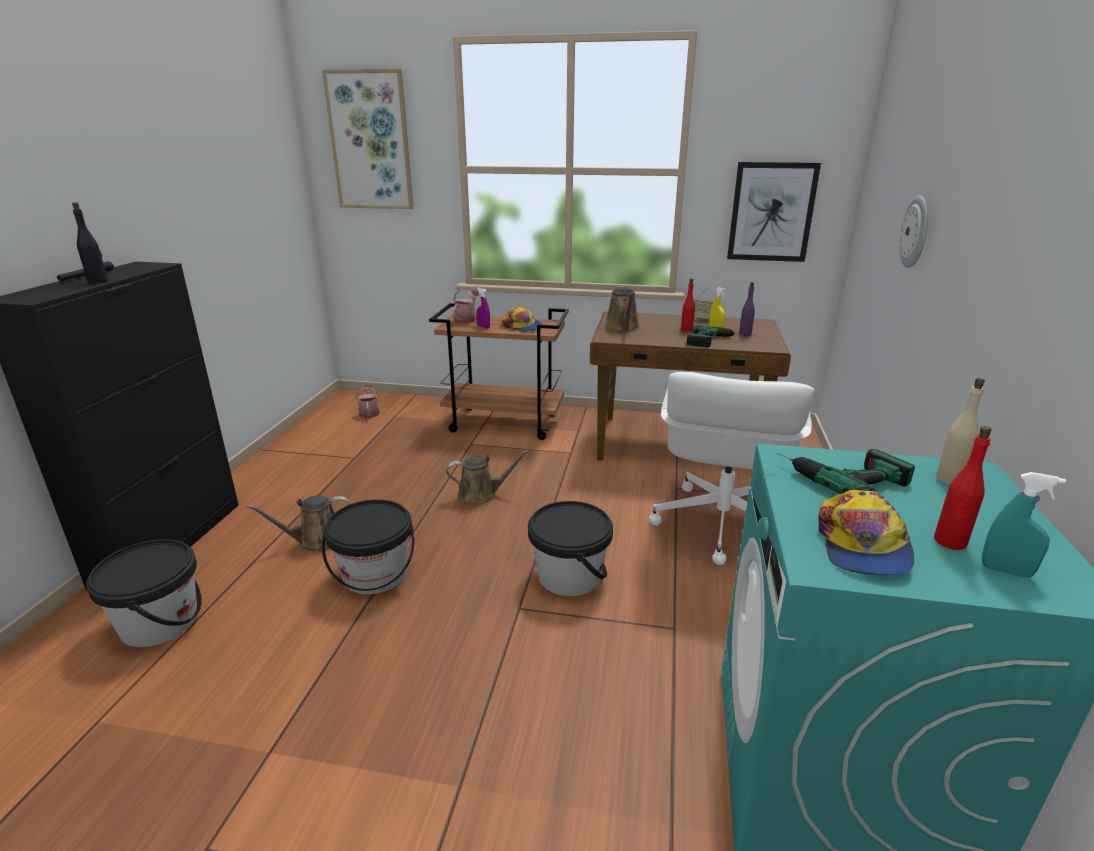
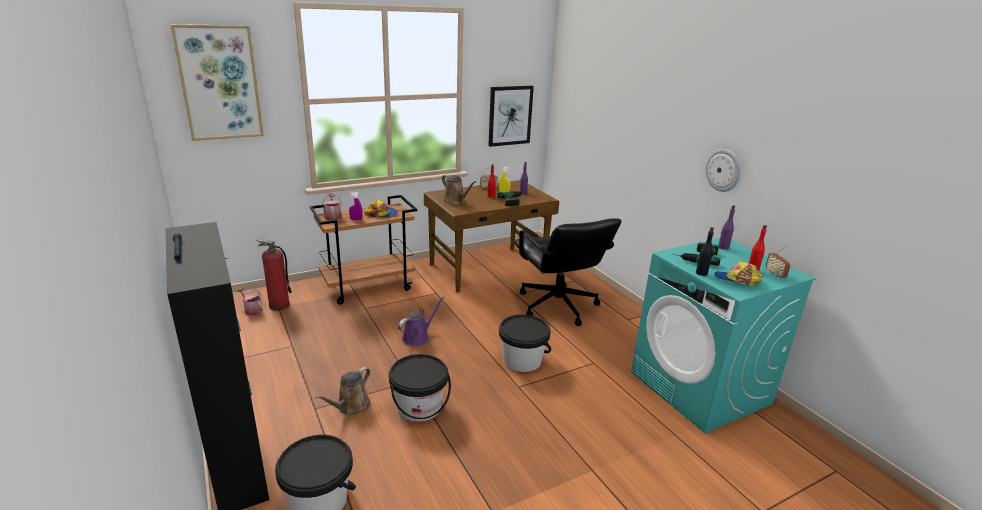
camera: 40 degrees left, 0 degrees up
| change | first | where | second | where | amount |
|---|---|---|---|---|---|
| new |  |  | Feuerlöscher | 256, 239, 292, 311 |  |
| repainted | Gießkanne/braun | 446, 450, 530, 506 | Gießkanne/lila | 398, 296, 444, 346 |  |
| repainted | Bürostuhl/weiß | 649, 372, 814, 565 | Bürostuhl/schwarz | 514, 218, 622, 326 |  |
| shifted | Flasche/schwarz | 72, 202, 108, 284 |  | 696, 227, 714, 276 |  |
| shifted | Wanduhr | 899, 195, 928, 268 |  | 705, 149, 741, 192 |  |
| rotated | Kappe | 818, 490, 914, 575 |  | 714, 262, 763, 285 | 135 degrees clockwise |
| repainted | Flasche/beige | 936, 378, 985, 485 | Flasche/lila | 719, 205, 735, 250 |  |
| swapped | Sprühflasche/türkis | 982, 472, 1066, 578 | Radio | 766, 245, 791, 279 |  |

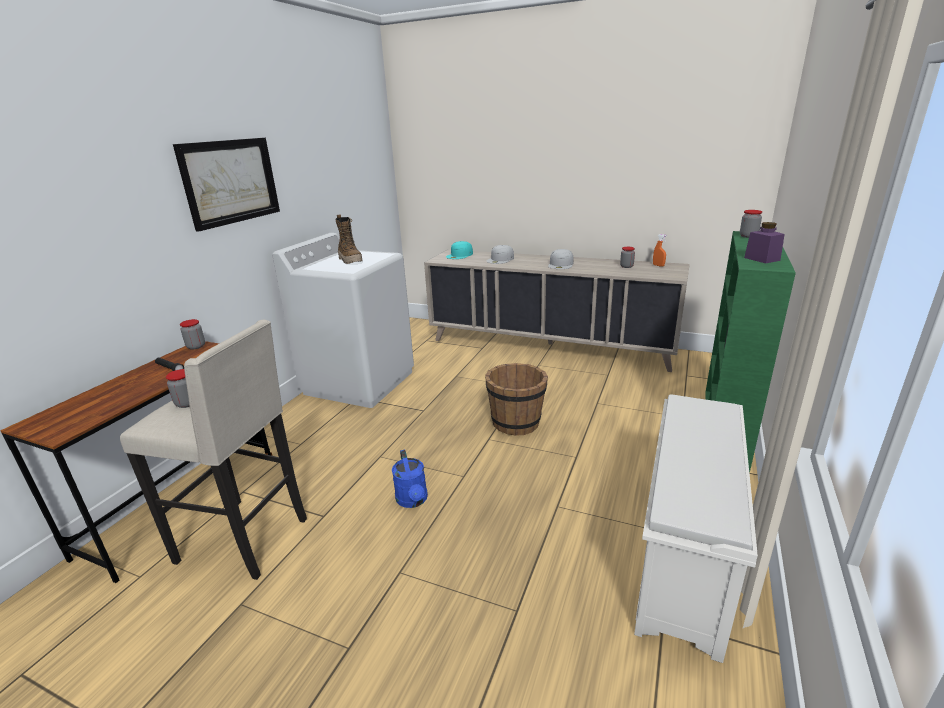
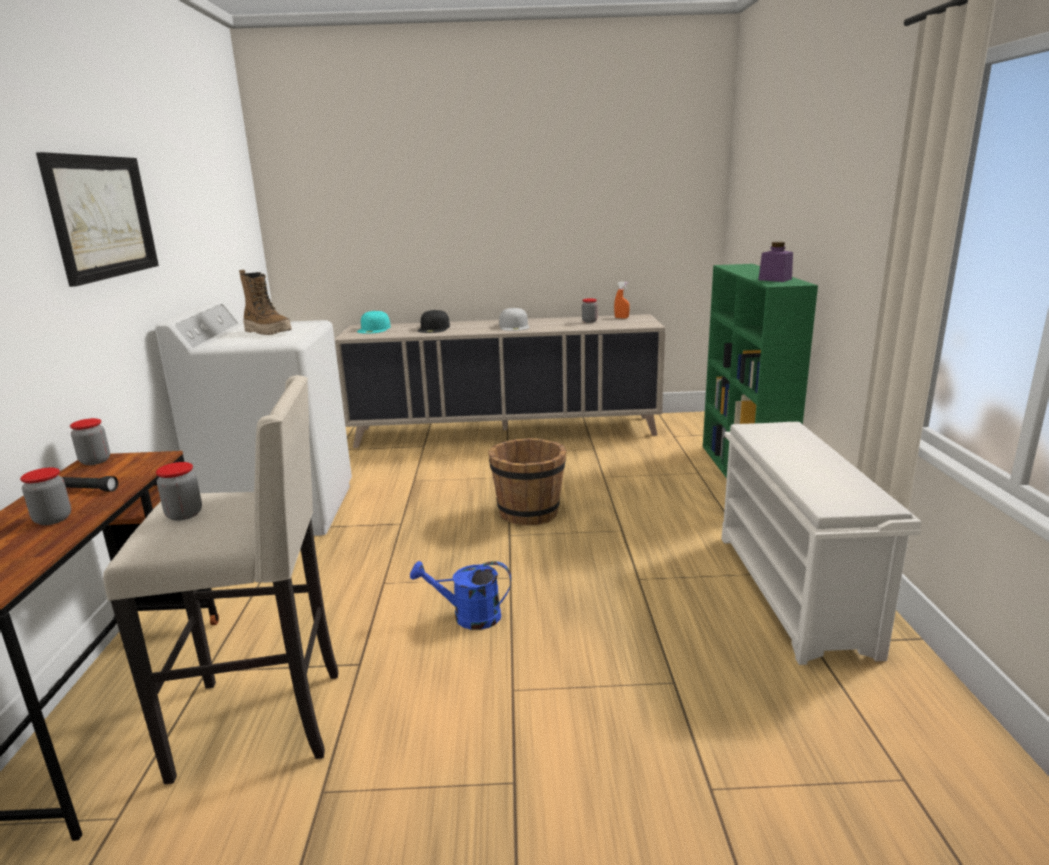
camera: 25 degrees left, 5 degrees down
| change | first | where | second | where | amount |
|---|---|---|---|---|---|
| shifted | Vorratsglas | 740, 210, 762, 238 |  | 20, 467, 71, 525 |  |
| rotated | Gießkanne/blau | 392, 449, 428, 508 |  | 410, 561, 511, 630 | 135 degrees clockwise |
| repainted | Kappe/weiß | 487, 245, 514, 264 | Kappe/schwarz | 418, 310, 450, 333 |  |

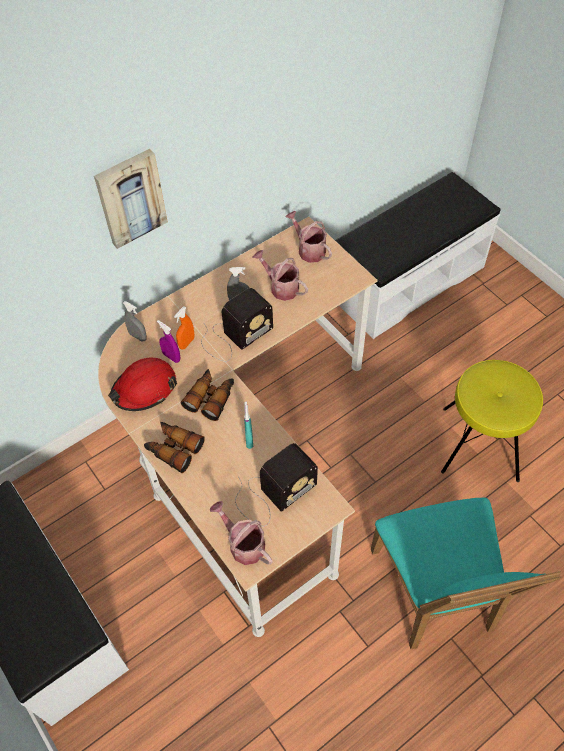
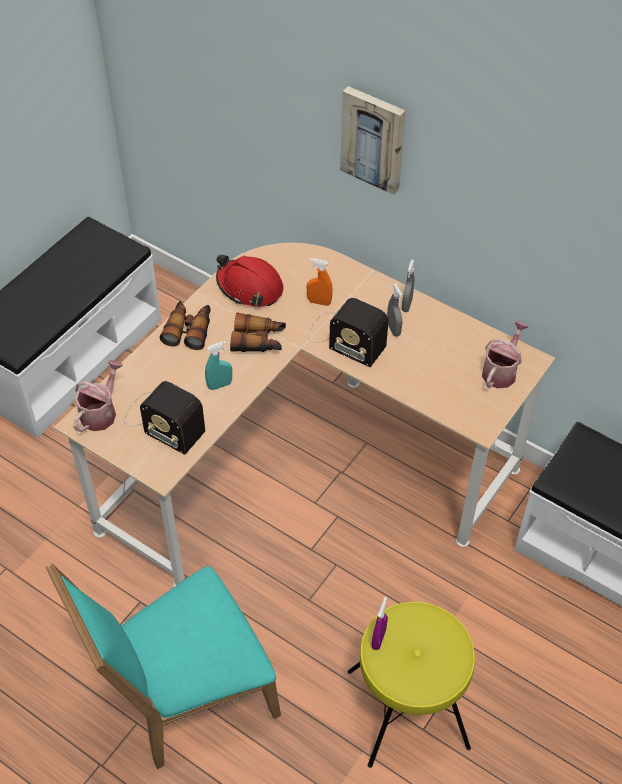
camera: 70 degrees right, 5 degrees down
| change | first | where | second | where | amount |
|---|---|---|---|---|---|
| shifted | Sprühflasche/lila | 157, 320, 180, 363 |  | 371, 597, 388, 650 |  |
| shifted | Sprühflasche/grau | 123, 301, 147, 342 |  | 402, 259, 415, 312 |  |
| gone | Gießkanne | 253, 250, 308, 301 |  |  |  |

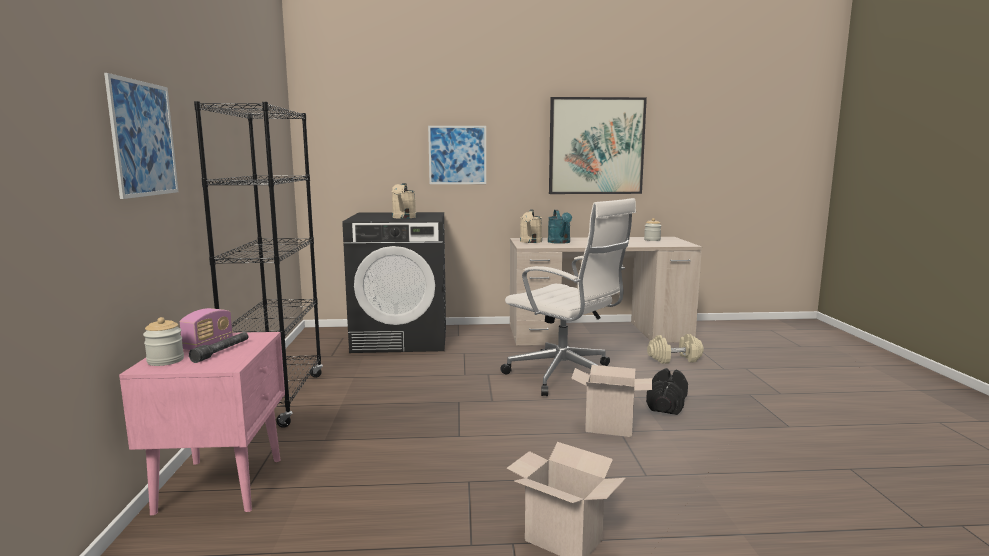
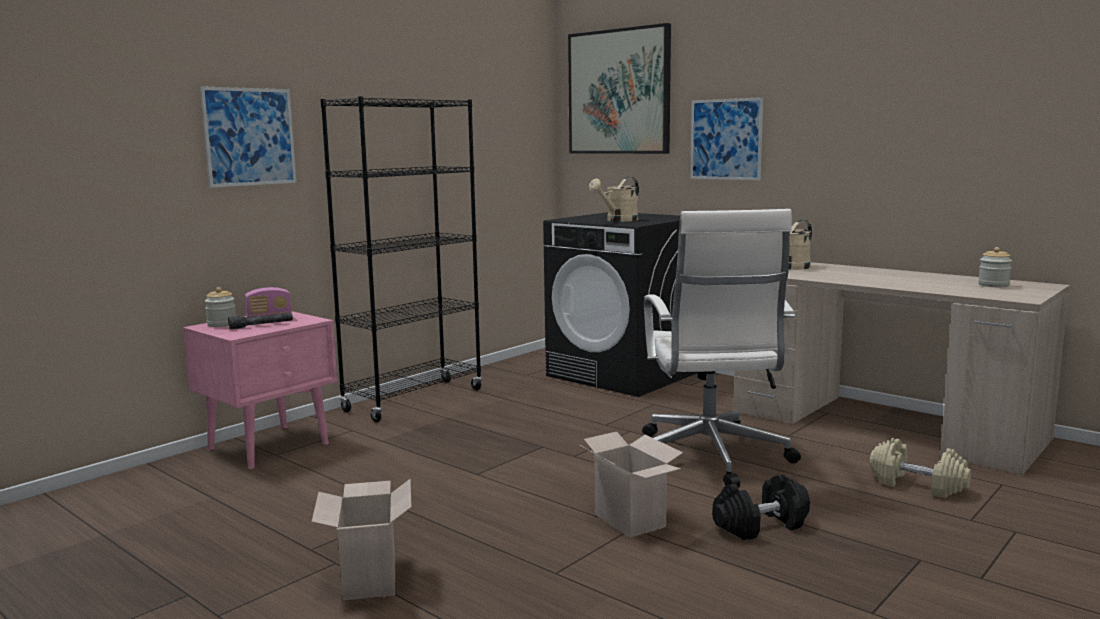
camera: 45 degrees right, 0 degrees up
| change | first | where | second | where | amount |
|---|---|---|---|---|---|
| shifted | Bild | 549, 97, 647, 194 |  | 568, 23, 671, 154 |  |
| gone | Gießkanne/türkis | 548, 210, 572, 244 |  |  |  |

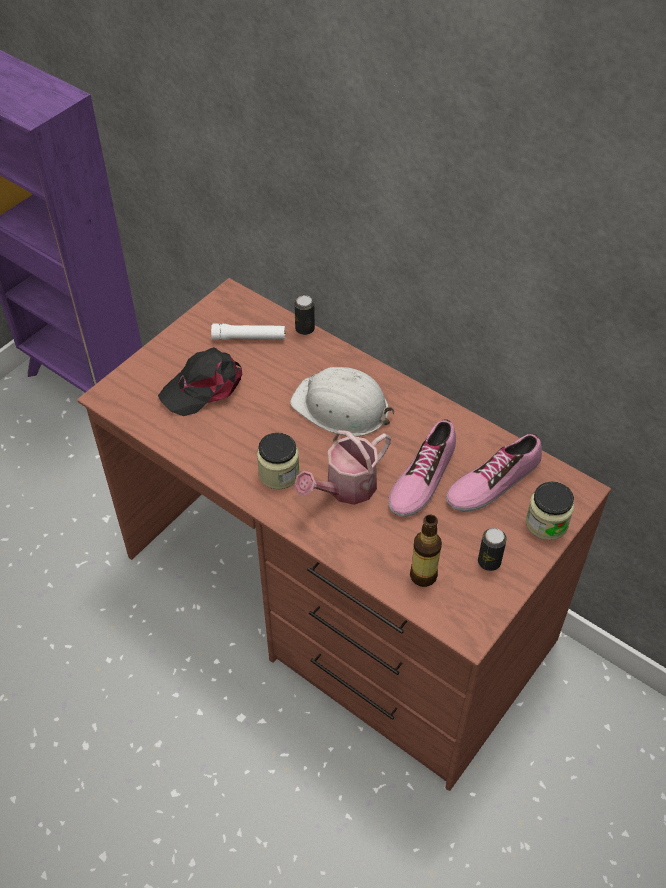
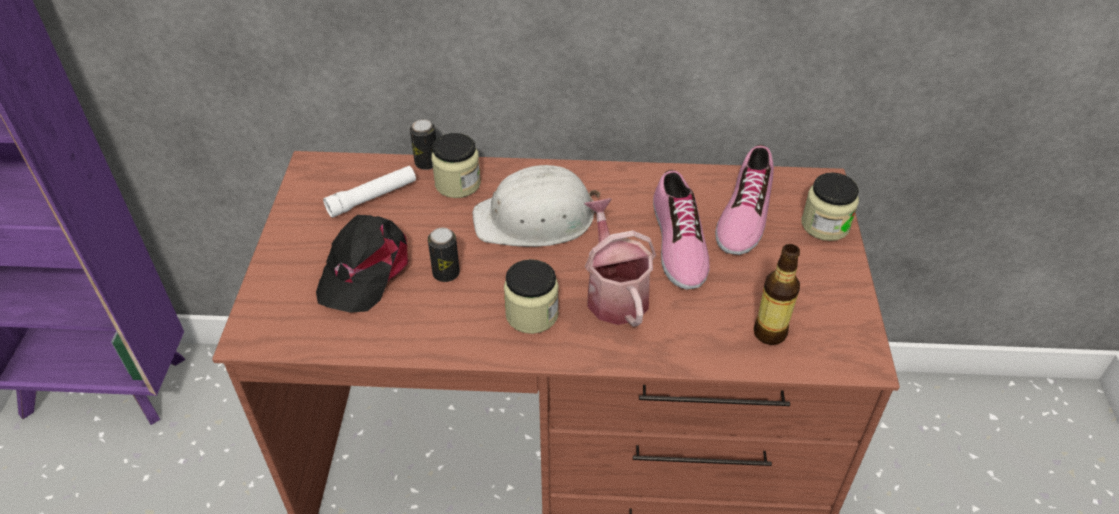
camera: 35 degrees left, 5 degrees down
| change | first | where | second | where | amount |
|---|---|---|---|---|---|
| shifted | Dose | 478, 528, 507, 571 |  | 428, 228, 460, 282 |  |
| new |  |  | Vorratsglas | 431, 133, 481, 198 |  |
| rotated | Gießkanne | 294, 430, 391, 505 |  | 585, 198, 656, 327 | 150 degrees clockwise |

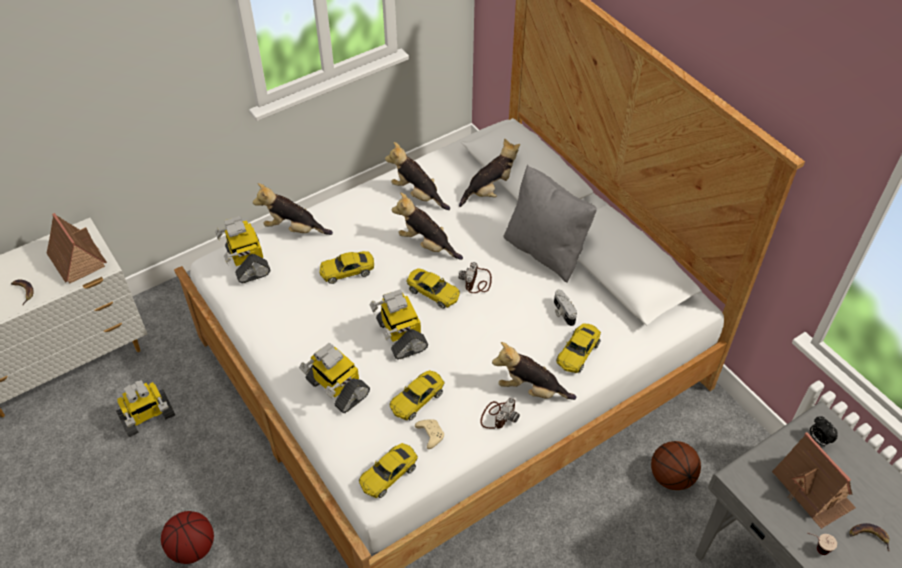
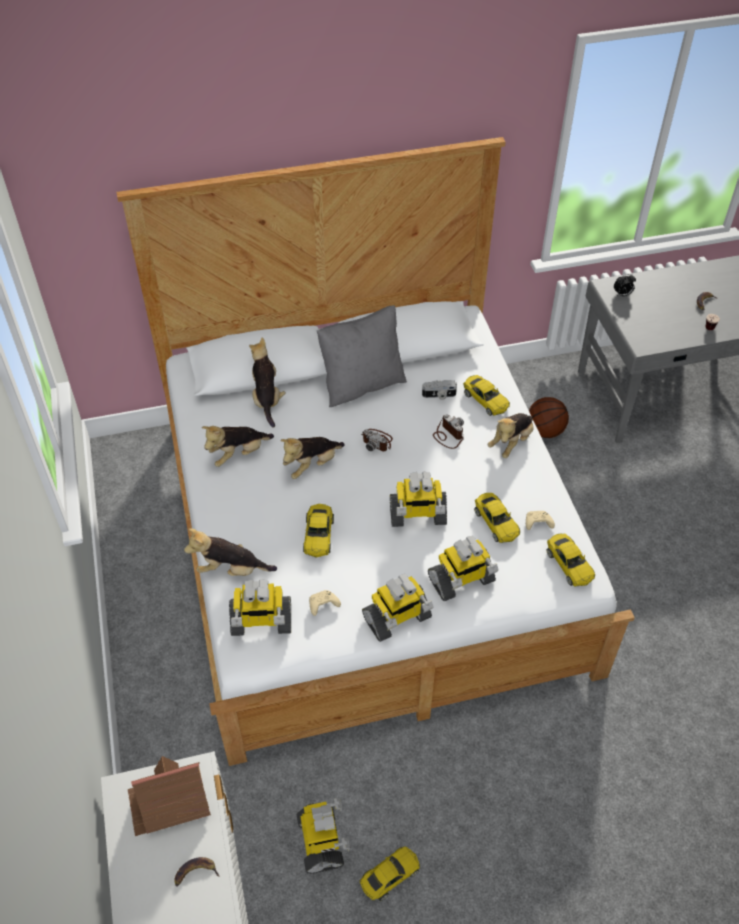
camera: 70 degrees left, 0 degrees up
| change | first | where | second | where | amount |
|---|---|---|---|---|---|
| rotated | Plüschtier | 253, 183, 333, 235 |  | 184, 528, 277, 576 | 60 degrees clockwise |
| new |  |  | Gamepad/beige | 309, 590, 341, 616 |  |
| shifted | Spielzeugauto/gelb | 407, 268, 460, 309 |  | 360, 846, 420, 901 |  |
| new |  |  | Spielzeugroboter | 362, 574, 434, 642 |  |
| shifted | Kamera | 480, 398, 520, 429 |  | 433, 414, 464, 449 |  |
| gone | Basketball | 161, 511, 214, 564 |  |  |  |
| gone | Spielzeughaus | 772, 432, 856, 529 |  |  |  |

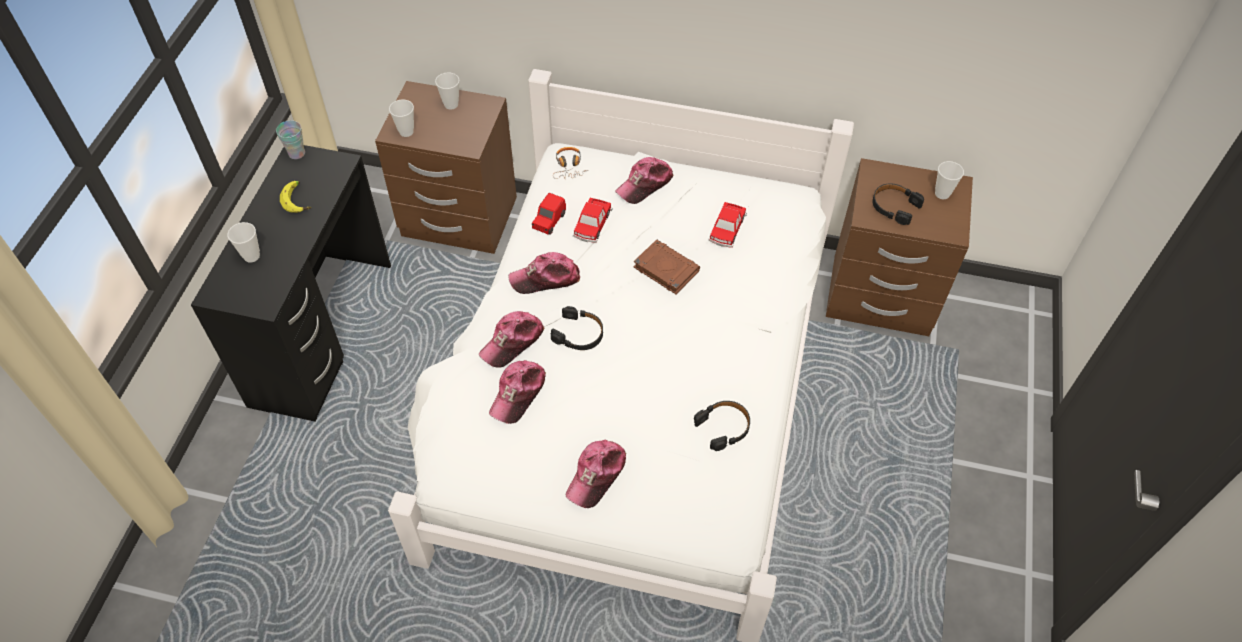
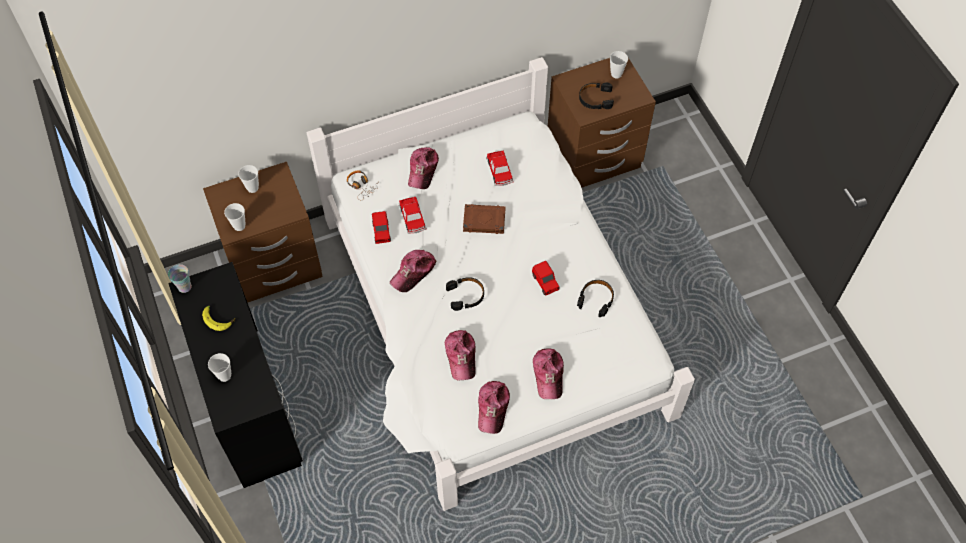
camera: 35 degrees left, 5 degrees up
| change | first | where | second | where | amount |
|---|---|---|---|---|---|
| shifted | Kappe | 479, 311, 545, 367 |  | 478, 381, 510, 434 |  |
| new |  |  | Spielzeugauto/rot | 532, 261, 559, 295 |  |

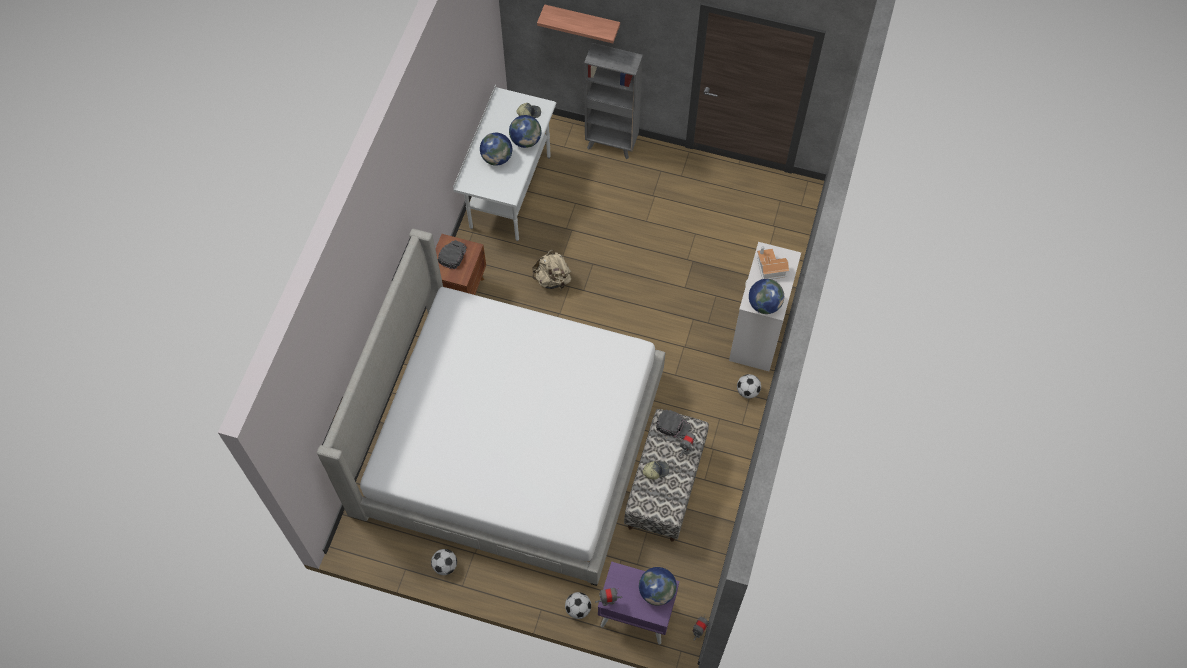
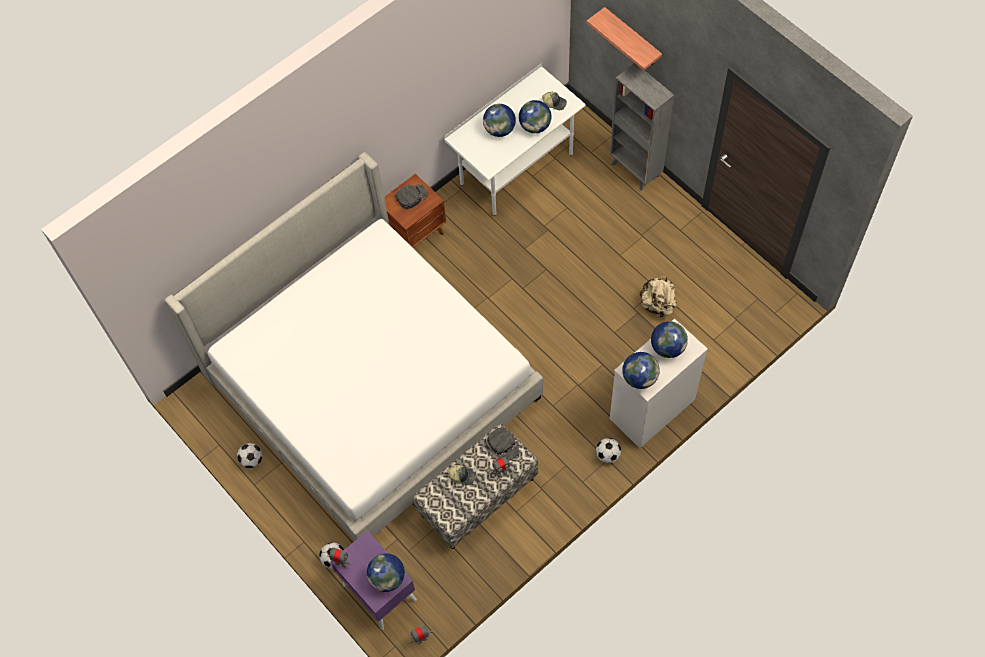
camera: 35 degrees right, 0 degrees up
| change | first | where | second | where | amount |
|---|---|---|---|---|---|
| shifted | Rucksack/beige | 532, 250, 571, 289 |  | 640, 276, 677, 317 |  |
| swapped | Spielzeughaus | 757, 246, 789, 279 | Globus | 651, 321, 688, 358 |  |

